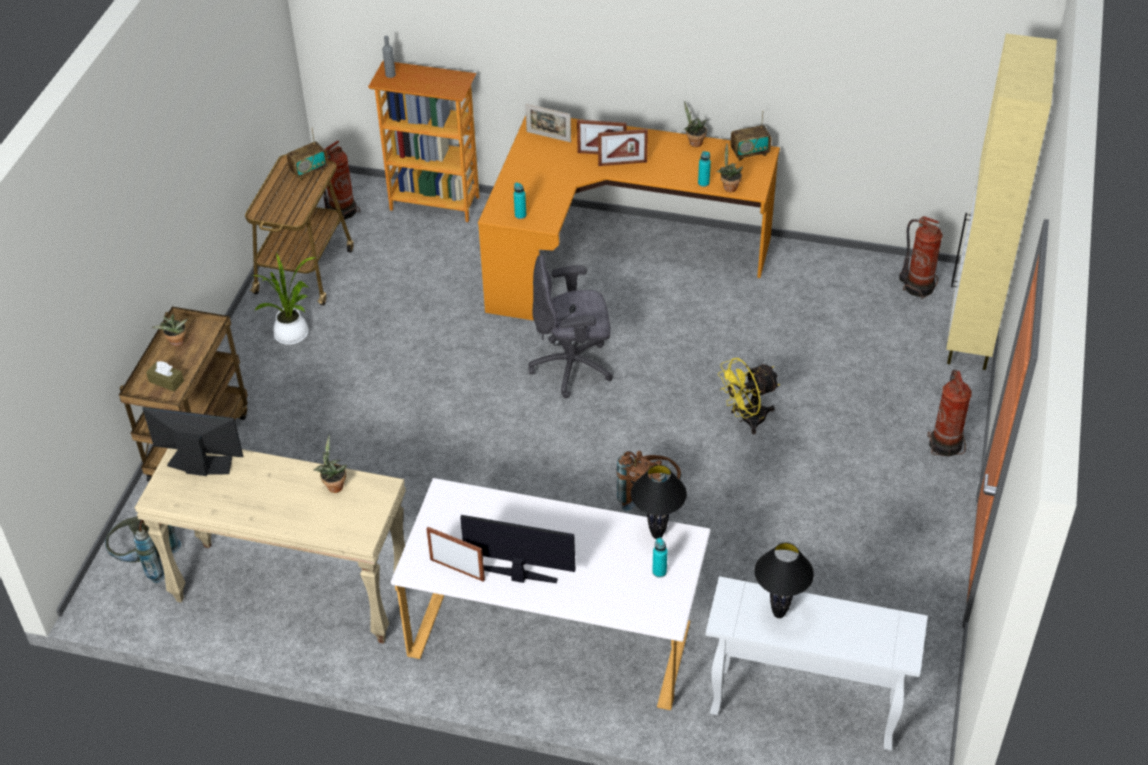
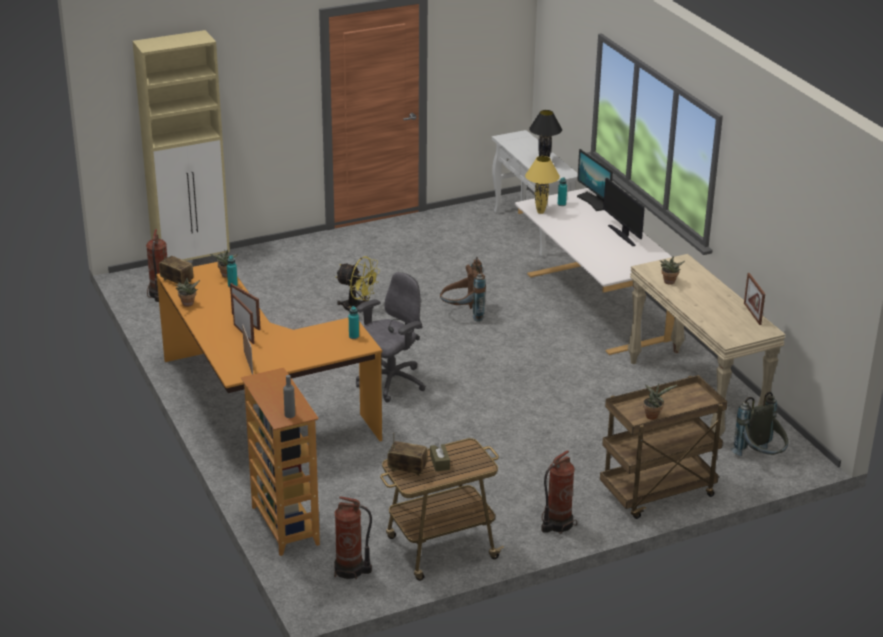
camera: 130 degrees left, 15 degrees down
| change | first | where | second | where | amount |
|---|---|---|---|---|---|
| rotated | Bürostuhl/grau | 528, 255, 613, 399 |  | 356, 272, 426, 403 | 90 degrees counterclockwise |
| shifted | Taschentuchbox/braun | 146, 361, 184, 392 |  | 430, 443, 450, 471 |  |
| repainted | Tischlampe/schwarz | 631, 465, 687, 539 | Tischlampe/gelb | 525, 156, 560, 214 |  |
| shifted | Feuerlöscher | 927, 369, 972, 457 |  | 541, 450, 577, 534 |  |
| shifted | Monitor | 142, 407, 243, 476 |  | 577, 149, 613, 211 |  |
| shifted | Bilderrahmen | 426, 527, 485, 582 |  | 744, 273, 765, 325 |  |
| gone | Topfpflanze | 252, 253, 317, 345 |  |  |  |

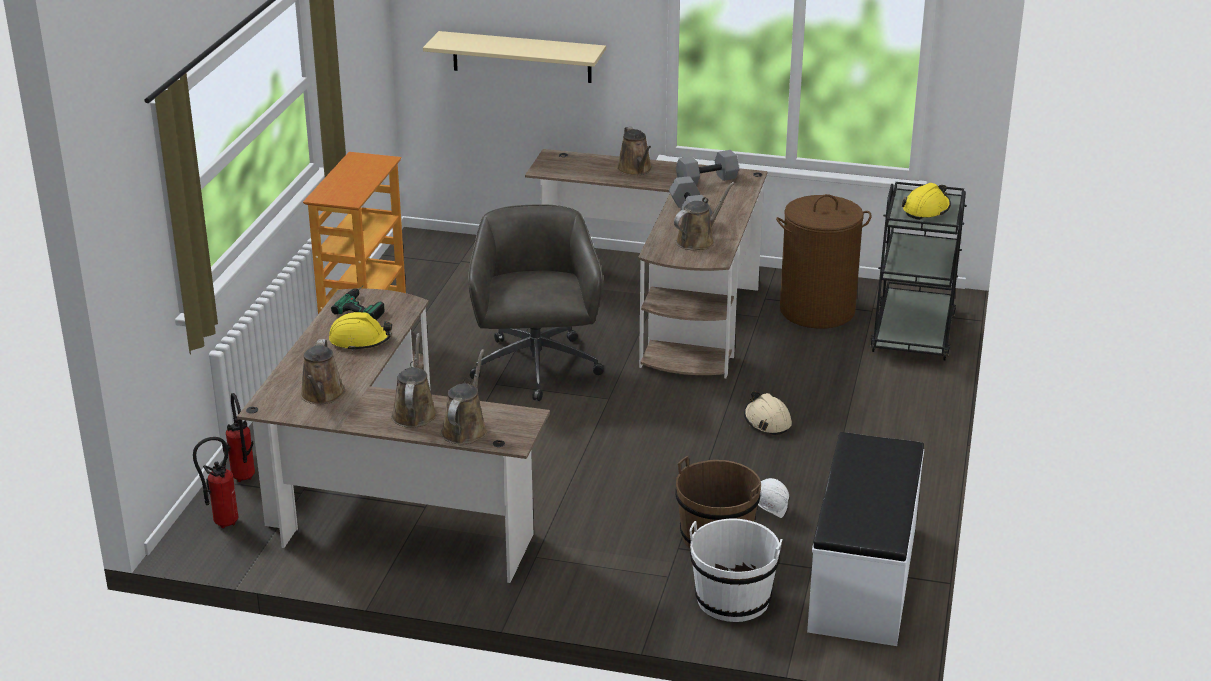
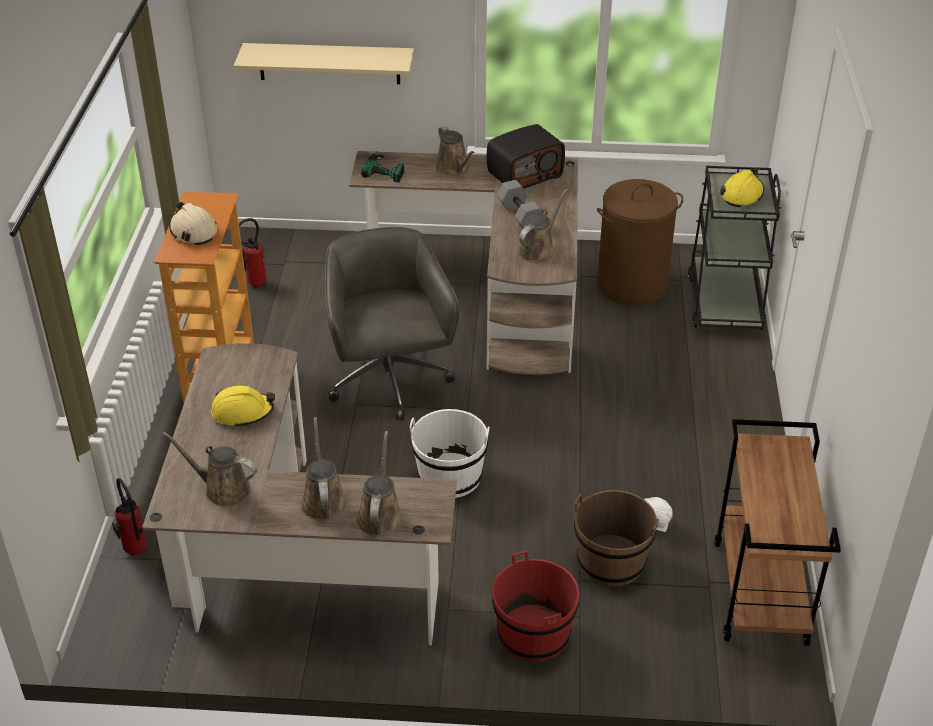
camera: 10 degrees left, 10 degrees up
| change | first | where | second | where | amount |
|---|---|---|---|---|---|
| rotated | Gießkanne/braun | 300, 339, 345, 404 |  | 163, 432, 257, 507 | 120 degrees clockwise |
| shifted | Schutzhelm/beige | 744, 391, 792, 435 |  | 169, 201, 217, 245 |  |
| shifted | Feuerlöscher | 193, 437, 238, 528 |  | 239, 218, 267, 288 |  |
| shifted | Bohrmaschine | 331, 286, 385, 320 |  | 361, 150, 404, 183 |  |
| shifted | Eimer/weiß | 689, 519, 782, 622 |  | 410, 409, 490, 498 |  |
| swapped | Hantel/grau | 676, 150, 739, 185 | Radio | 487, 124, 565, 189 |  |
| new |  |  | Eimer/rot | 492, 551, 579, 662 |  |
| swapped | Bank/weiß | 807, 432, 924, 646 | Rollwagen/braun | 714, 419, 841, 646 |  |

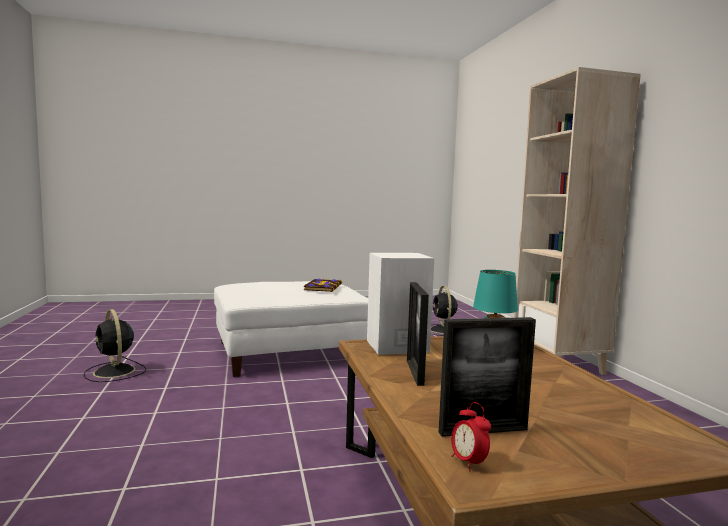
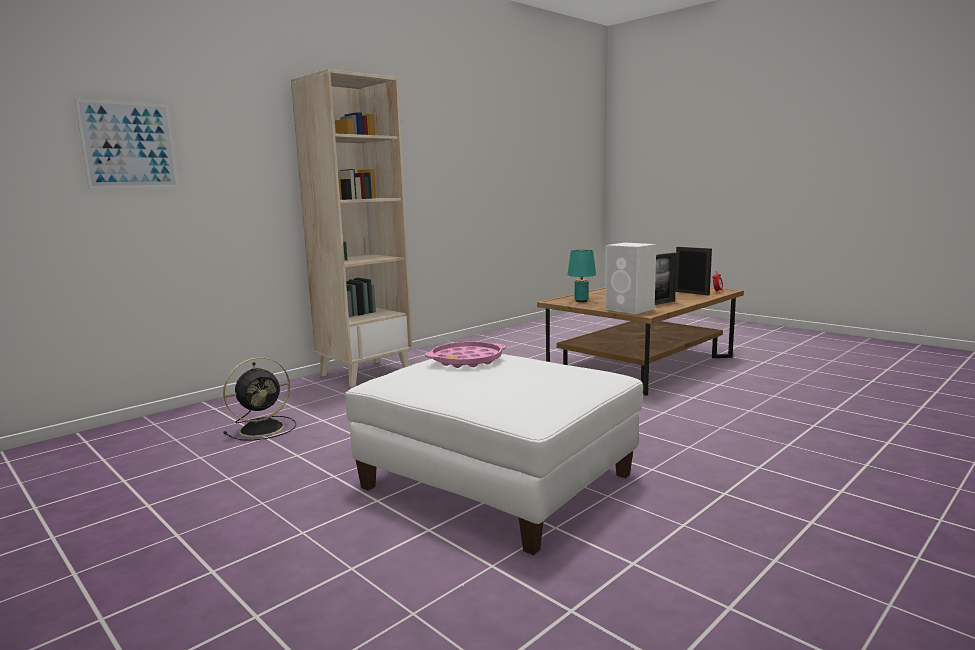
camera: 120 degrees left, 5 degrees up
| change | first | where | second | where | amount |
|---|---|---|---|---|---|
| new |  |  | Bild | 75, 99, 179, 189 |  |
| swapped | Buch | 303, 278, 342, 292 | Tablett/rosa | 425, 342, 506, 368 |  |
| gone | Ventilator/schwarz | 84, 309, 146, 382 |  |  |  |

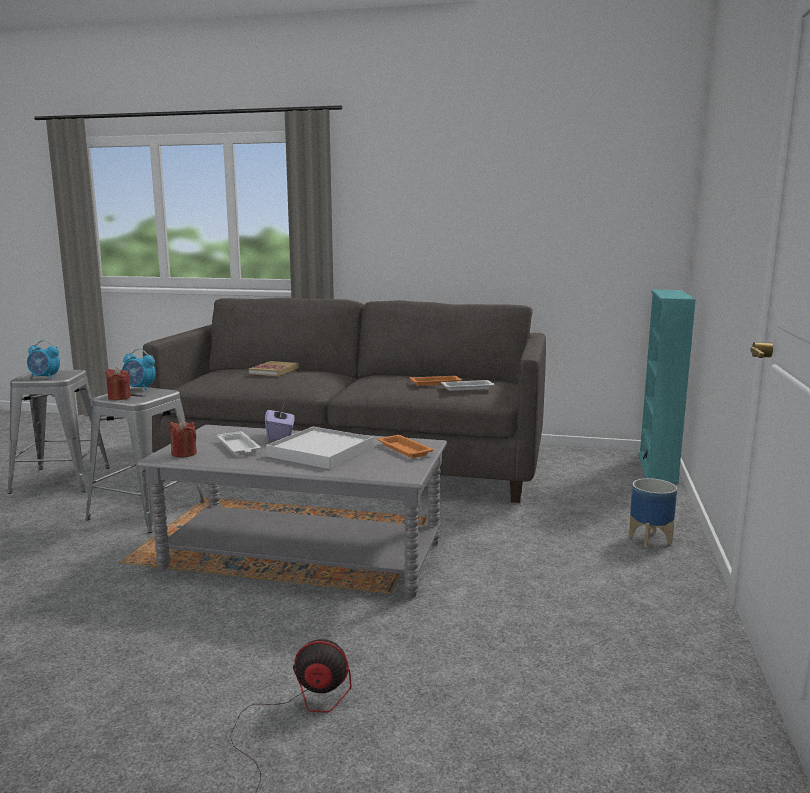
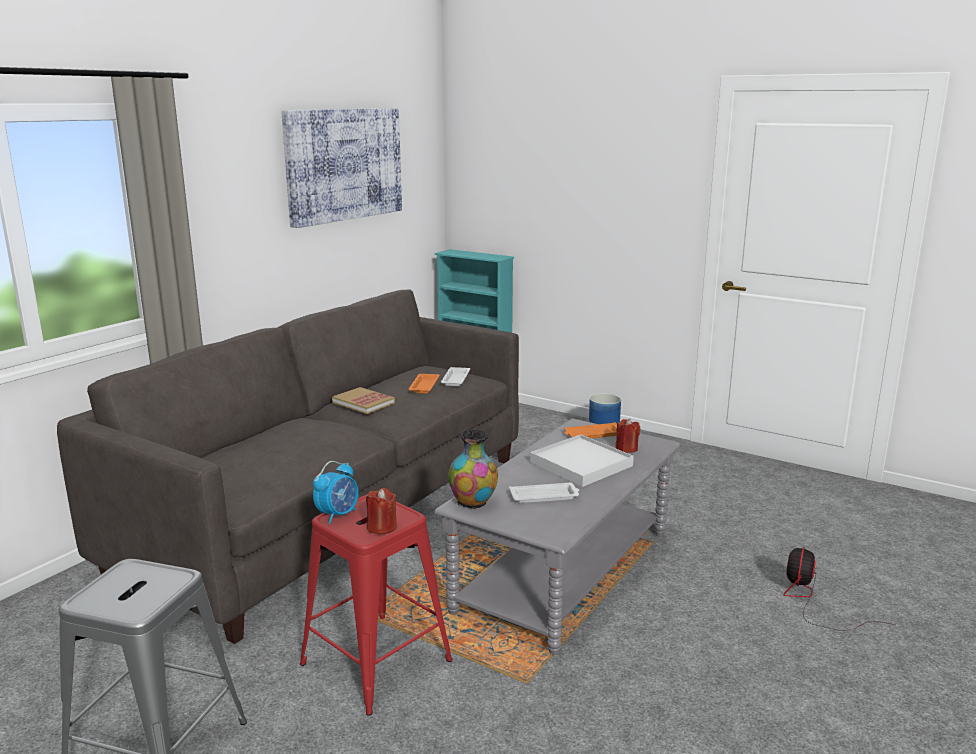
camera: 70 degrees left, 5 degrees up
| change | first | where | second | where | amount |
|---|---|---|---|---|---|
| new |  |  | Bild | 281, 109, 402, 228 |  |
| repainted | Hocker/grau | 85, 387, 204, 533 | Hocker/rot | 300, 494, 452, 716 |  |
| shifted | Buch | 249, 361, 299, 376 |  | 332, 387, 395, 414 |  |
| new |  |  | Vase | 448, 429, 498, 509 |  |
| shifted | Kerze/rot | 170, 419, 197, 457 |  | 616, 419, 640, 453 |  |
| gone | Wecker | 27, 340, 60, 379 |  |  |  |
| gone | Taschentuchbox/lila | 265, 403, 294, 442 |  |  |  |

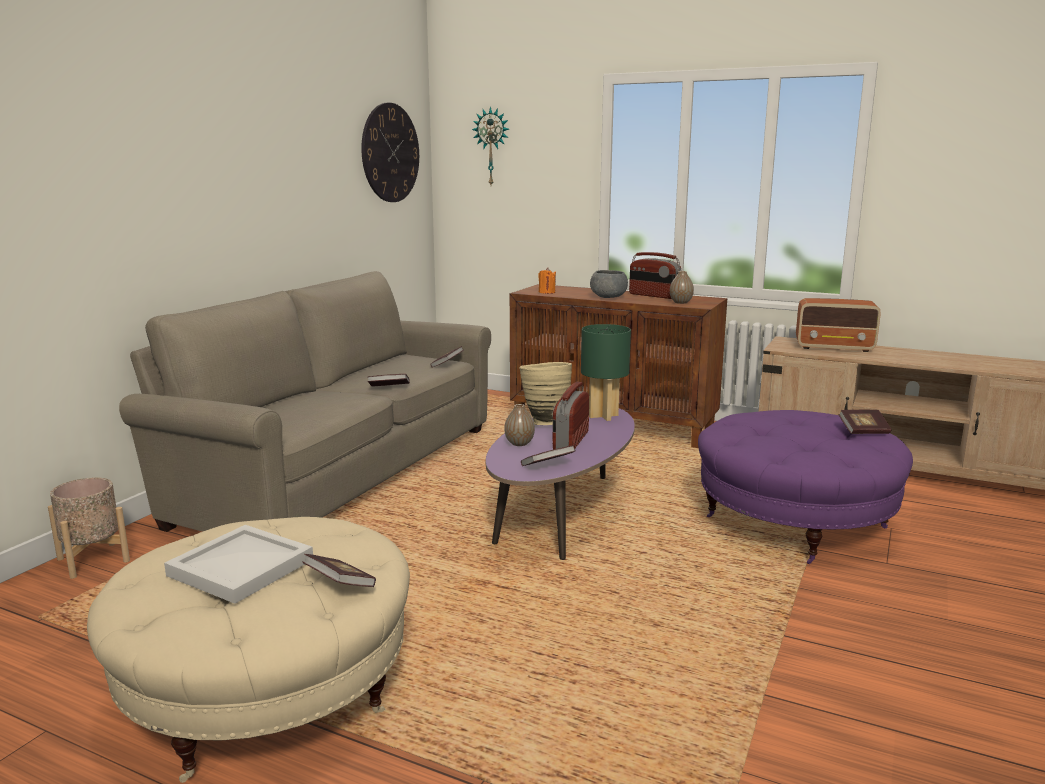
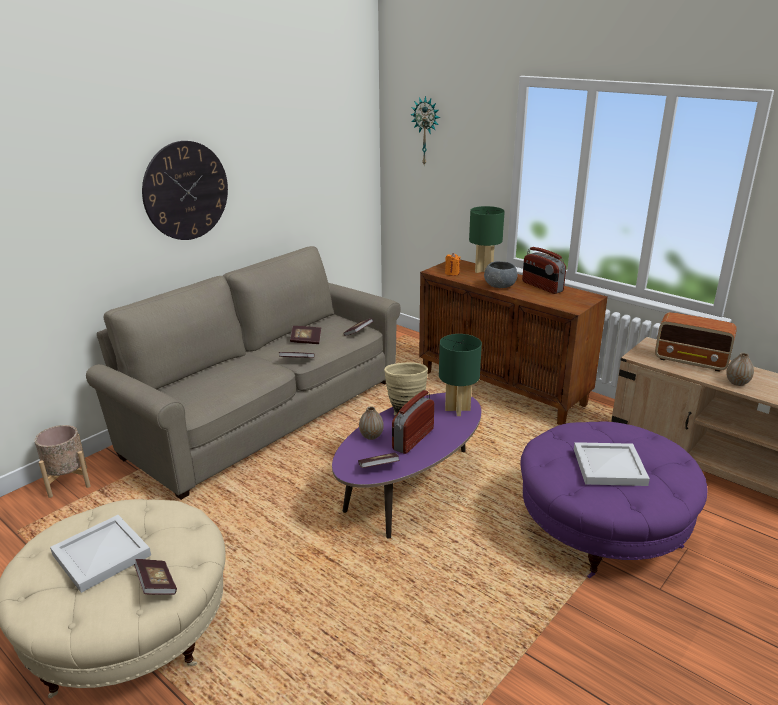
camera: 15 degrees right, 10 degrees up
| change | first | where | second | where | amount |
|---|---|---|---|---|---|
| shifted | Wanduhr | 361, 103, 419, 202 |  | 142, 141, 228, 240 |  |
| shifted | Buch | 838, 410, 892, 434 |  | 290, 326, 321, 344 |  |
| new |  |  | Tischlampe/grün | 469, 206, 505, 273 |  |
| new |  |  | Tablett/weiß | 574, 442, 650, 486 |  |
| shifted | Vase | 670, 271, 694, 304 |  | 726, 353, 754, 386 |  |

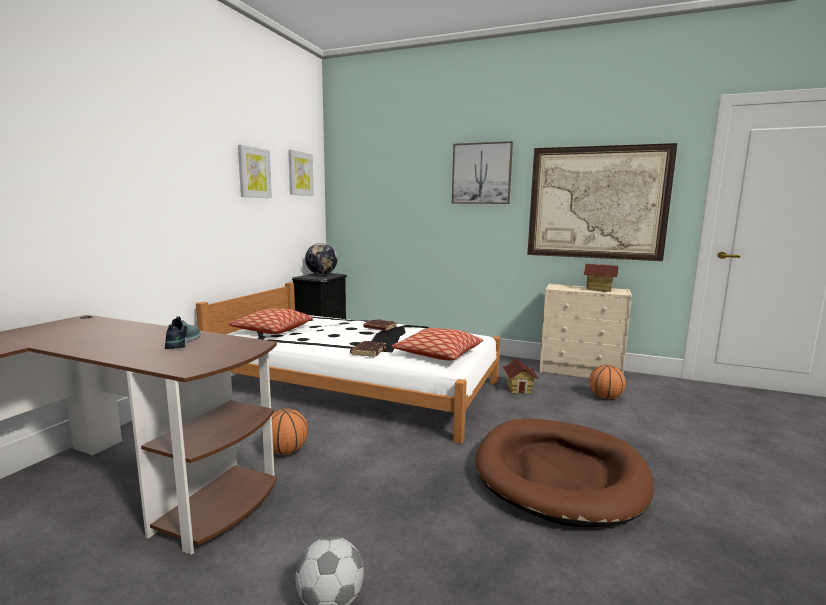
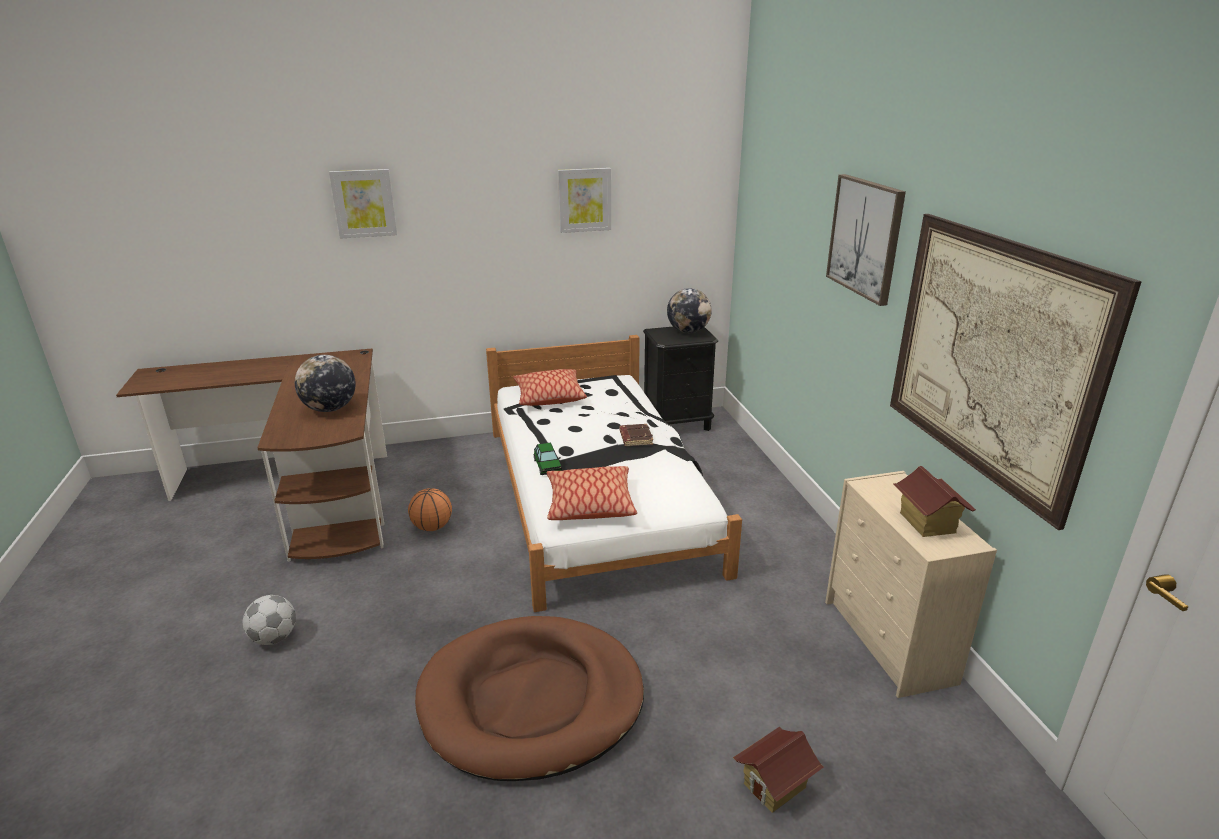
camera: 55 degrees right, 15 degrees up
| change | first | where | second | where | amount |
|---|---|---|---|---|---|
| swapped | Schuh | 165, 317, 200, 349 | Globus | 295, 355, 356, 412 |  |
| shifted | Bild | 288, 150, 314, 196 |  | 329, 169, 397, 239 |  |
| swapped | Buch/braun | 350, 341, 386, 357 | Spielzeugauto | 534, 442, 562, 475 |  |
| shifted | Spielzeughaus | 503, 358, 539, 394 |  | 733, 727, 824, 813 |  |
| gone | Basketball | 589, 365, 626, 399 |  |  |  |

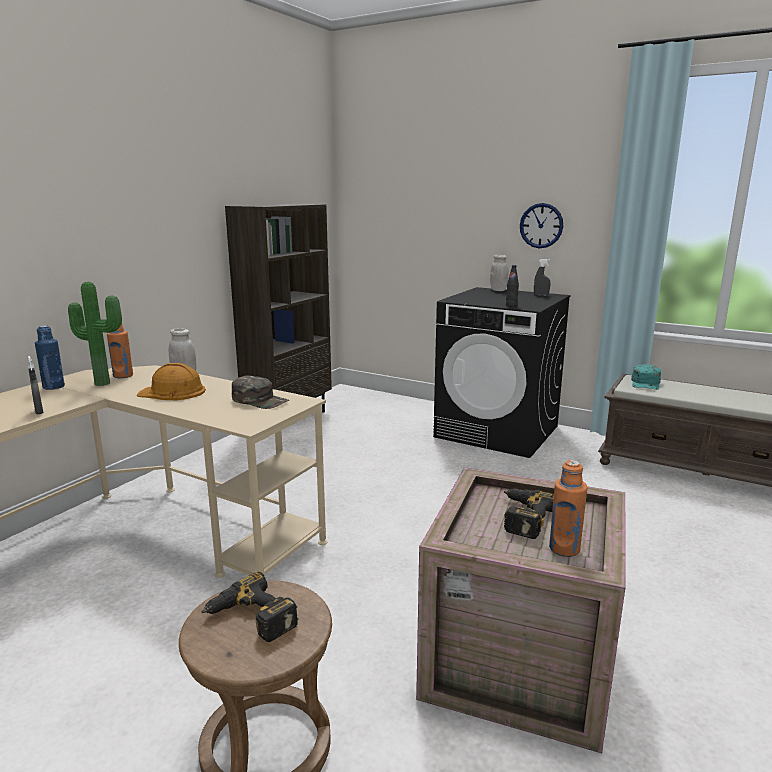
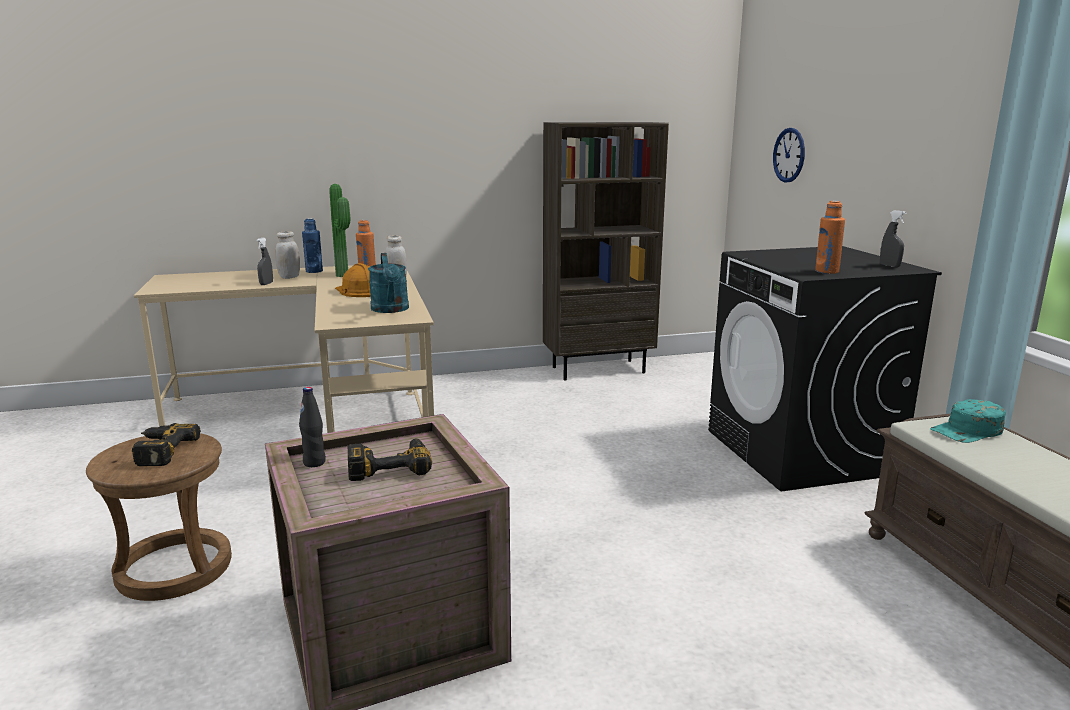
camera: 45 degrees right, 0 degrees up
| change | first | where | second | where | amount |
|---|---|---|---|---|---|
| shifted | Vorratsglas/weiß | 490, 254, 508, 291 |  | 275, 231, 300, 279 |  |
| shifted | Flasche/schwarz | 506, 265, 519, 307 |  | 299, 387, 326, 467 |  |
| swapped | Kappe/grün | 232, 375, 289, 409 | Gießkanne/türkis | 368, 253, 409, 313 |  |
| shifted | Wanduhr | 520, 203, 563, 248 |  | 773, 128, 805, 183 |  |
| shifted | Flasche/orange | 549, 460, 587, 557 |  | 815, 201, 845, 274 |  |

